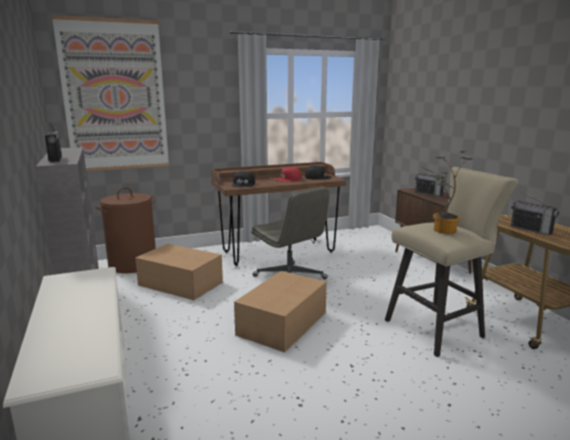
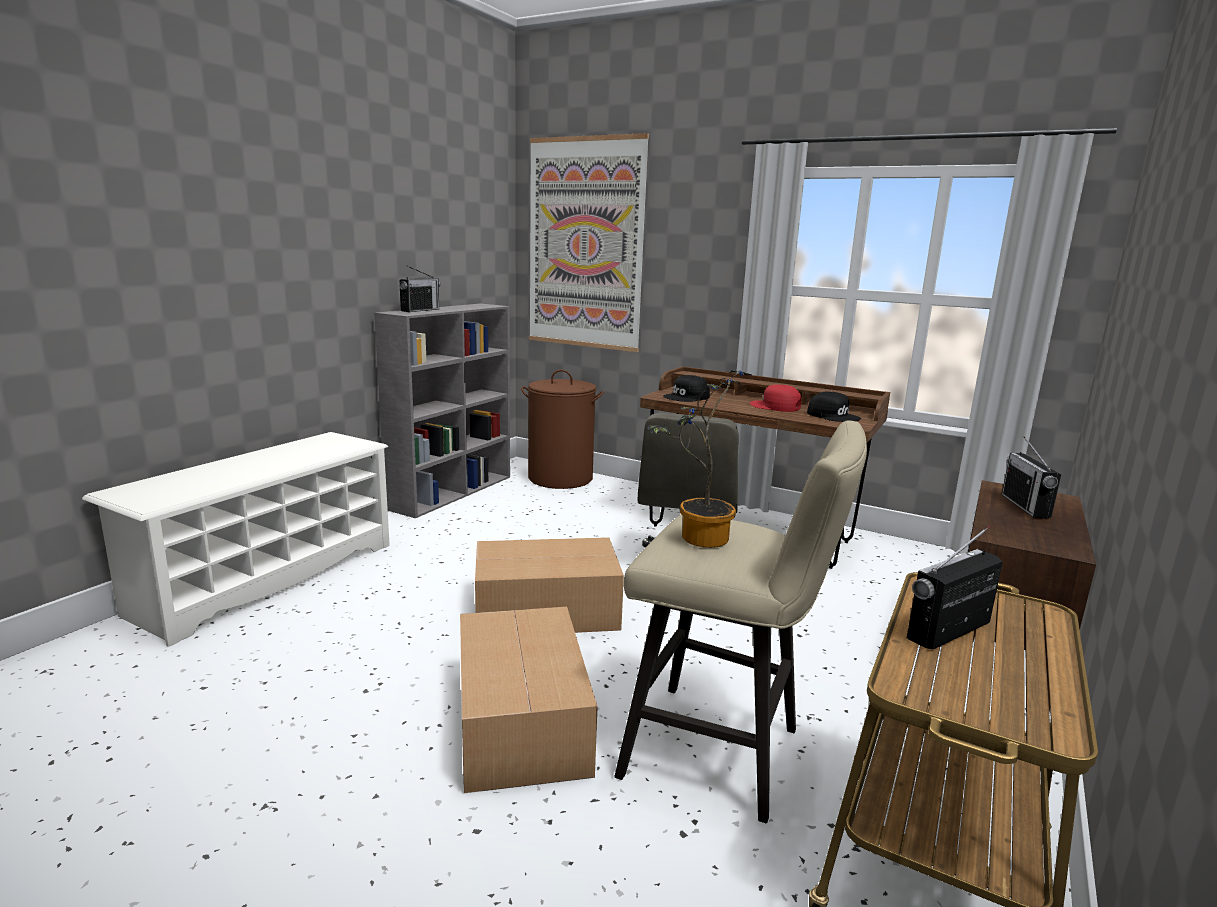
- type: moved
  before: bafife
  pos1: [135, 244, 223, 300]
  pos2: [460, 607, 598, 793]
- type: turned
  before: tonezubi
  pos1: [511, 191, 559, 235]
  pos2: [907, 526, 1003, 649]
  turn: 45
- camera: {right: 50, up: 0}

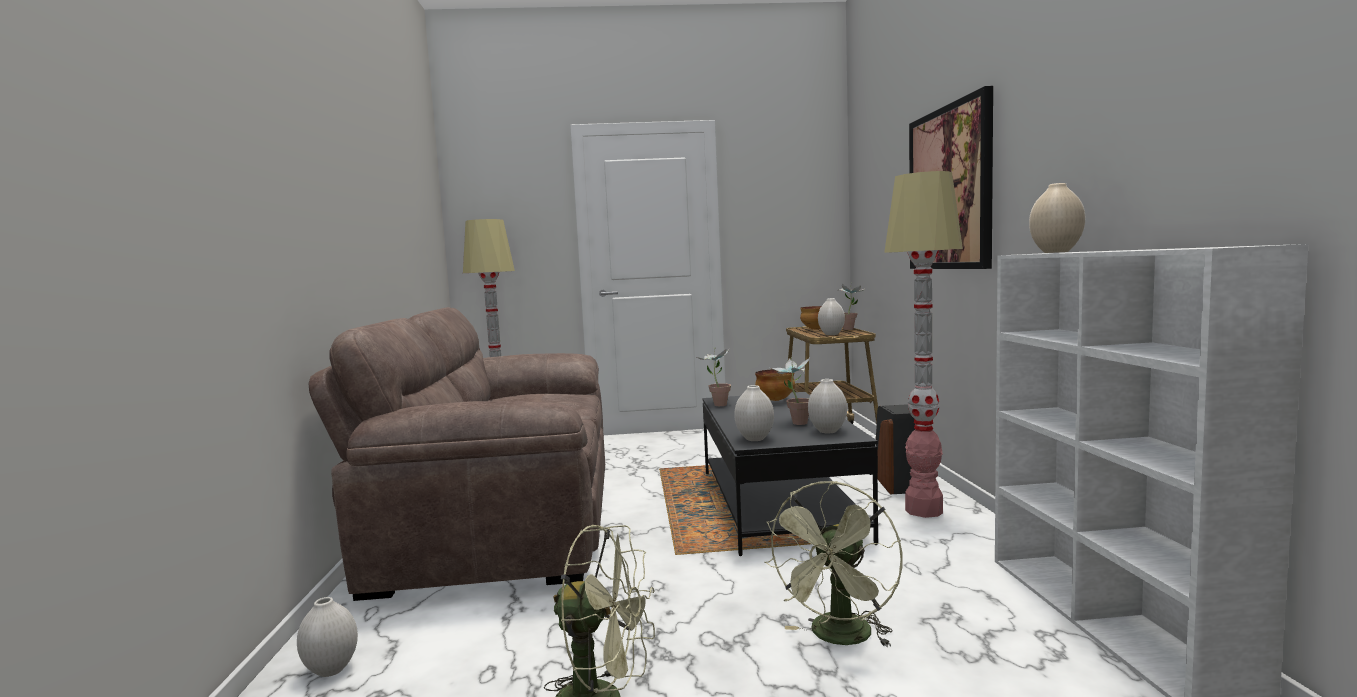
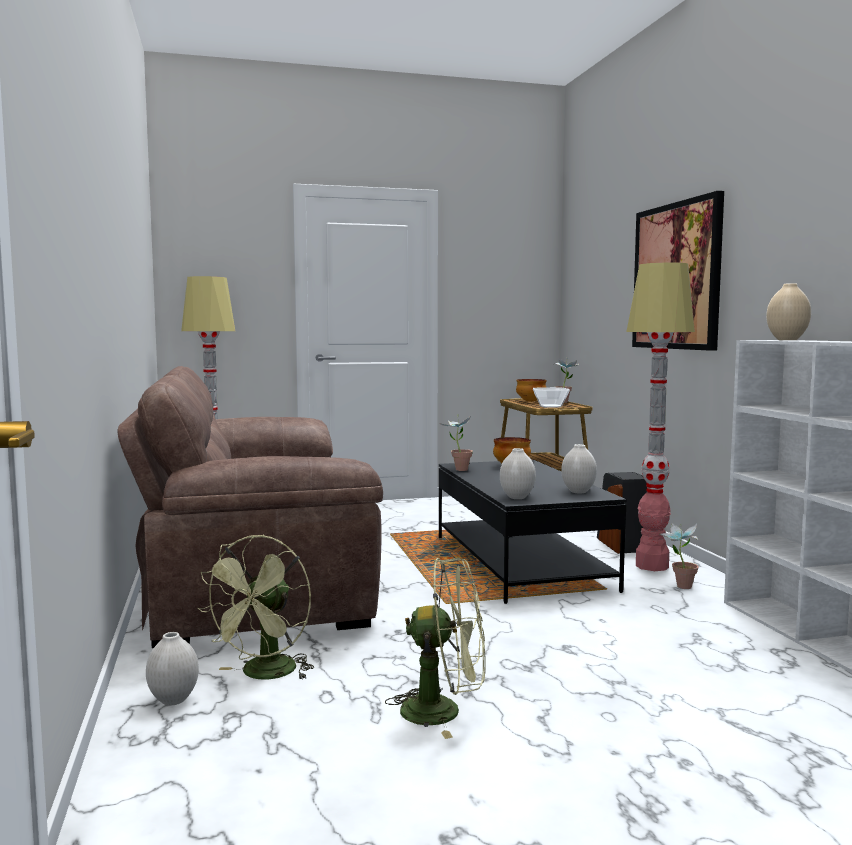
- type: moved
  before: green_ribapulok
  pos1: [764, 481, 903, 647]
  pos2: [197, 535, 314, 680]
- type: moved
  before: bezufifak
  pos1: [770, 357, 810, 425]
  pos2: [660, 523, 699, 589]
- type: replaced
  before: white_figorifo
  after: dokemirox
  pos1: [818, 298, 845, 335]
  pos2: [533, 387, 570, 408]
- camera: {right: -10, up: 0}

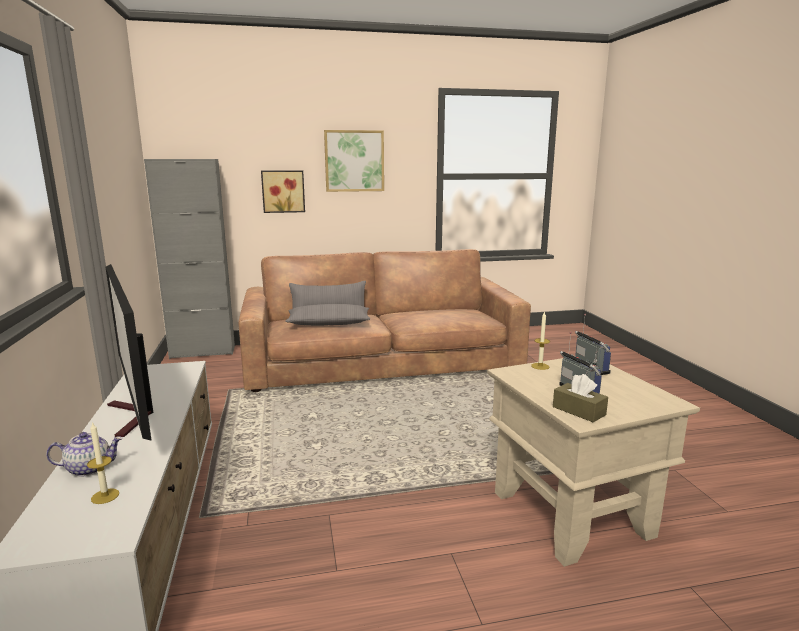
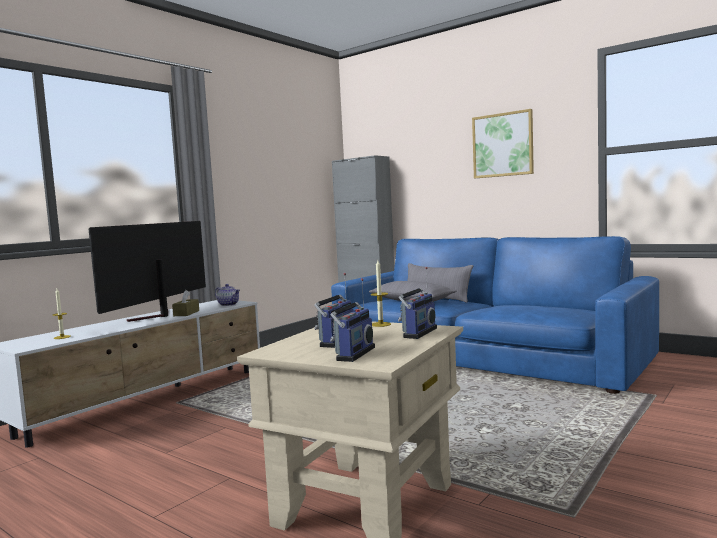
- type: removed
  before: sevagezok
  pos1: [261, 170, 305, 213]
- type: added
  after: tonezubi
  pos2: [330, 278, 375, 362]
- type: moved
  before: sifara
  pos1: [46, 432, 122, 477]
  pos2: [215, 284, 240, 306]
- type: moved
  before: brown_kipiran
  pos1: [553, 374, 608, 422]
  pos2: [172, 290, 199, 316]
- type: recoloured
  before: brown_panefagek
  after: blue_panefagek
  pos1: [238, 249, 531, 392]
  pos2: [331, 236, 659, 394]
- camera: {right: 50, up: -10}

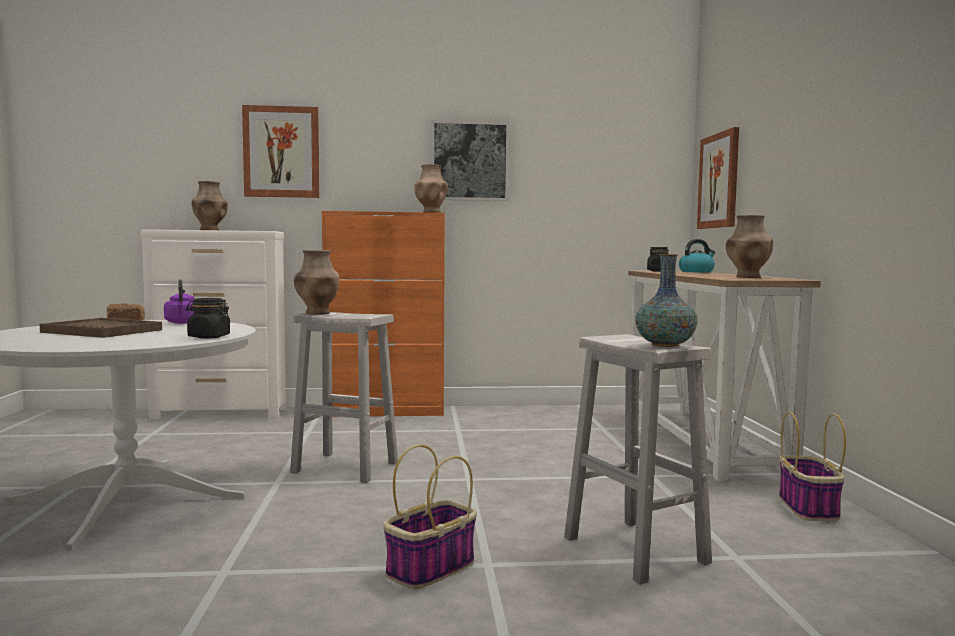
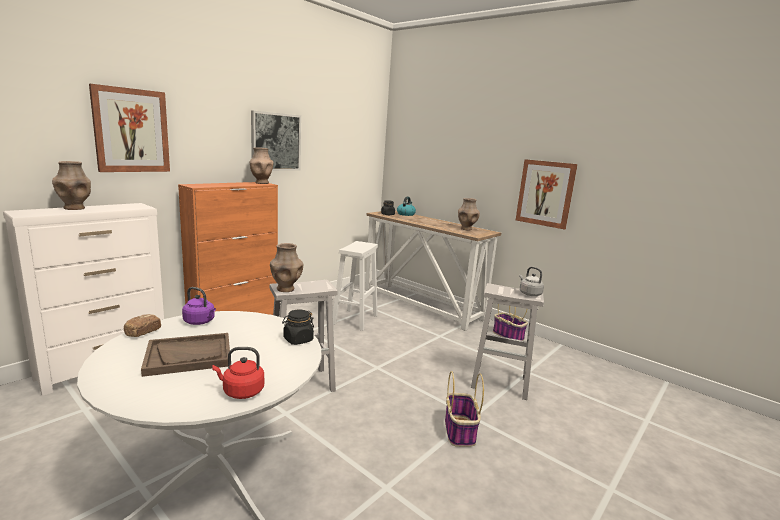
- type: added
  after: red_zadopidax
  pos2: [212, 347, 264, 399]
- type: added
  after: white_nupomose
  pos2: [333, 241, 378, 331]
- type: moved
  before: sevagezok
  pos1: [697, 127, 739, 229]
  pos2: [516, 159, 578, 229]
- type: replaced
  before: figorifo
  after: grey_zadopidax
  pos1: [635, 254, 698, 347]
  pos2: [519, 267, 544, 296]
- camera: {right: -45, up: 10}

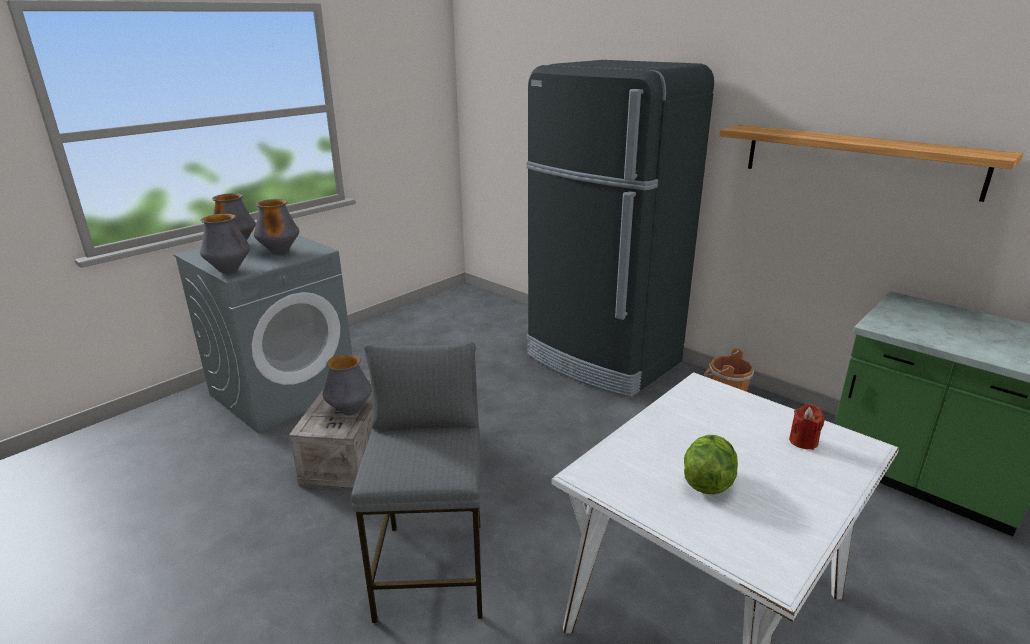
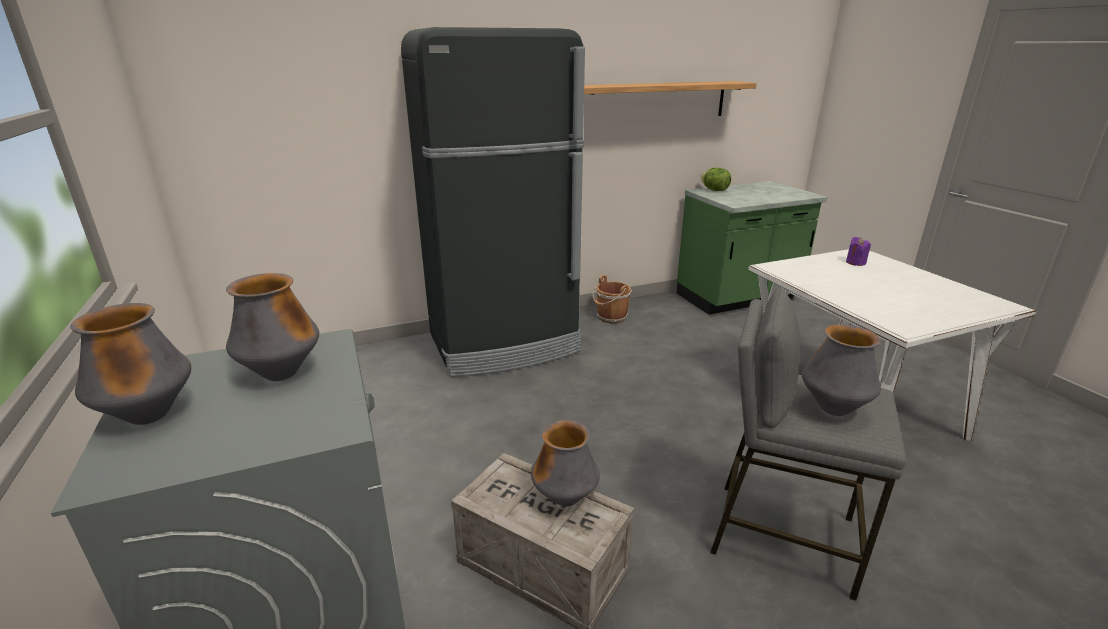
- type: moved
  before: figorifo
  pos1: [200, 214, 250, 274]
  pos2: [802, 324, 881, 416]
- type: moved
  before: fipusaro
  pos1: [684, 435, 738, 494]
  pos2: [701, 168, 731, 191]
- type: recoloured
  before: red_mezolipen
  after: purple_mezolipen
  pos1: [789, 404, 824, 450]
  pos2: [846, 237, 871, 266]
- camera: {right: -65, up: 0}

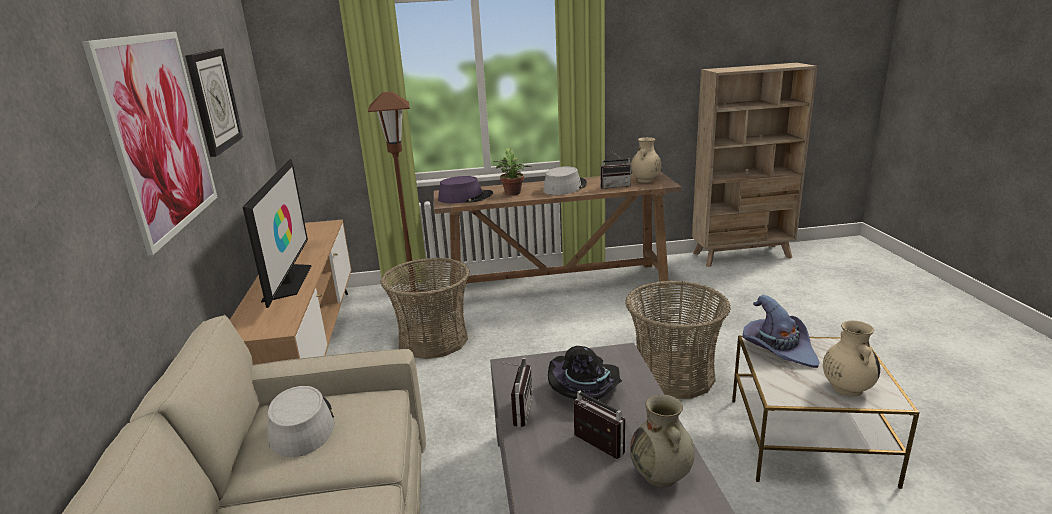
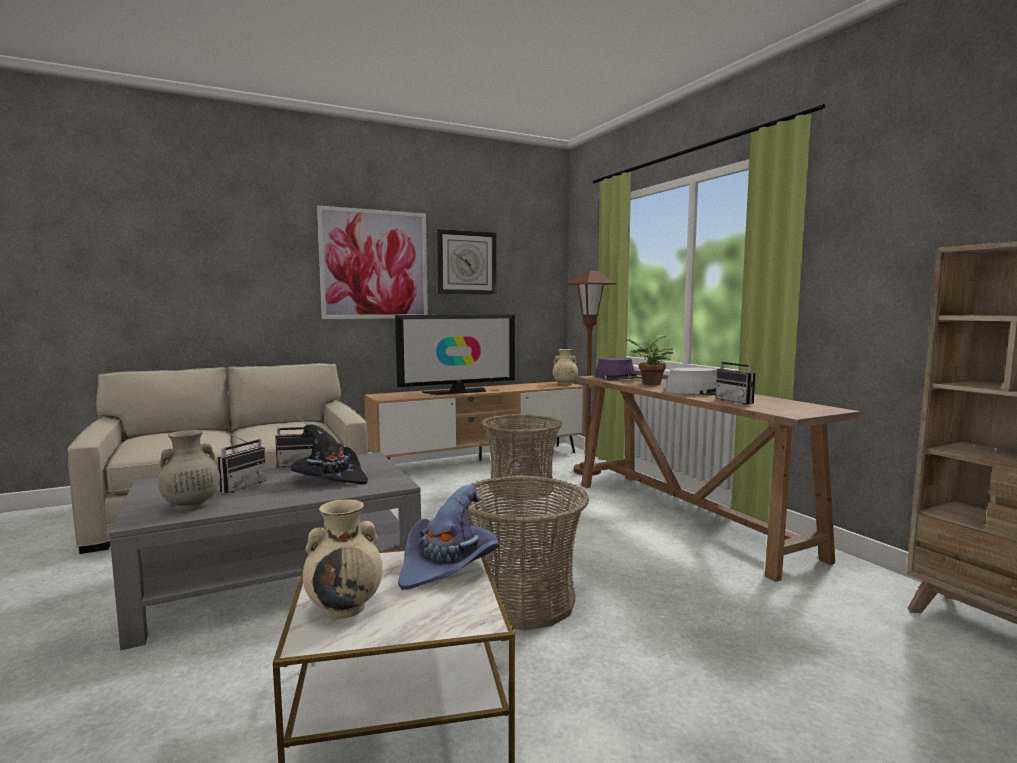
- type: removed
  before: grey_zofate
  pos1: [267, 386, 335, 457]
- type: moved
  before: beige_figorifo
  pos1: [631, 137, 662, 183]
  pos2: [553, 349, 578, 385]
- camera: {right: 70, up: -15}

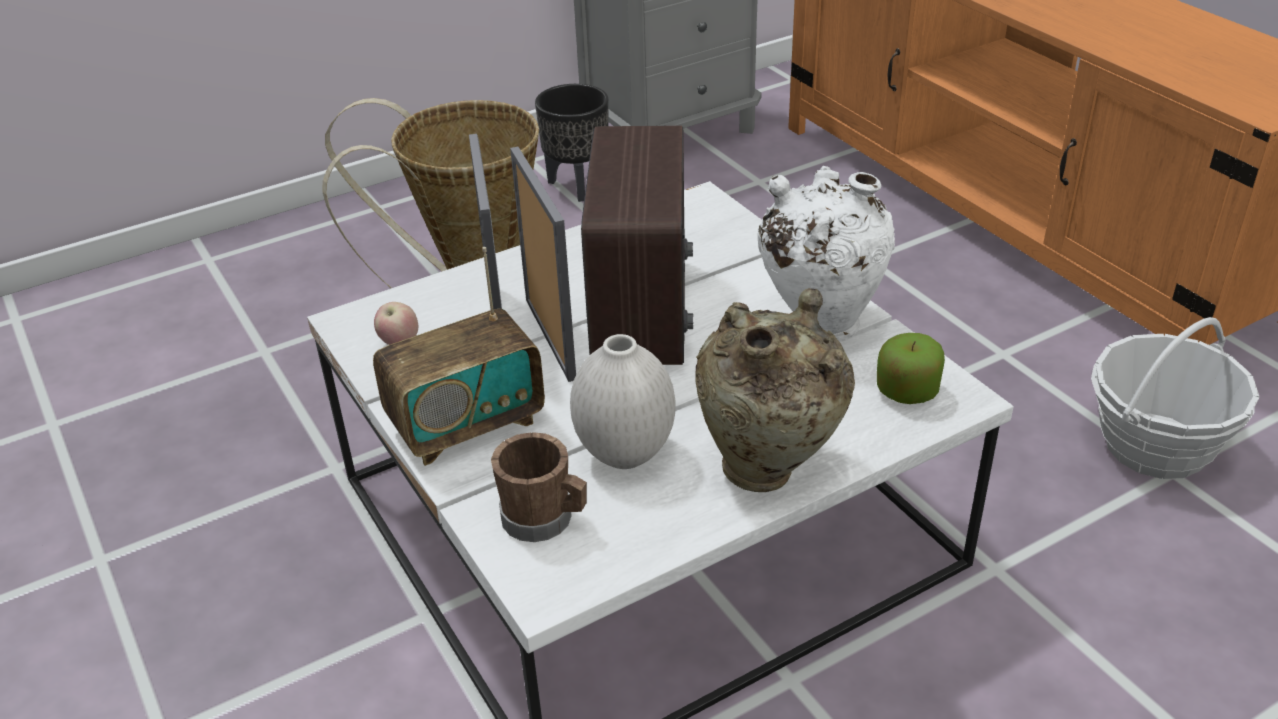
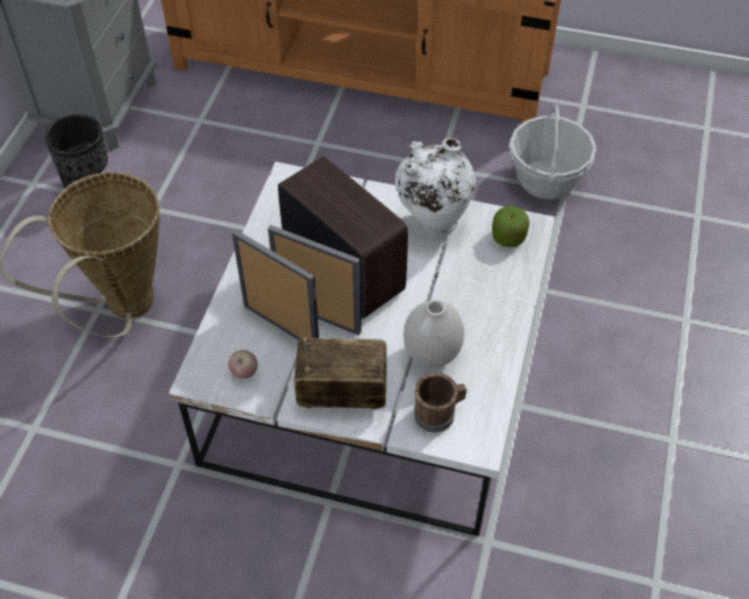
- type: removed
  before: beige_figorifo
  pos1: [695, 288, 855, 492]
- type: turned
  before: tonezubi
  pos1: [373, 247, 545, 466]
  pos2: [294, 338, 387, 409]
  turn: -105
- camera: {right: -45, up: 15}

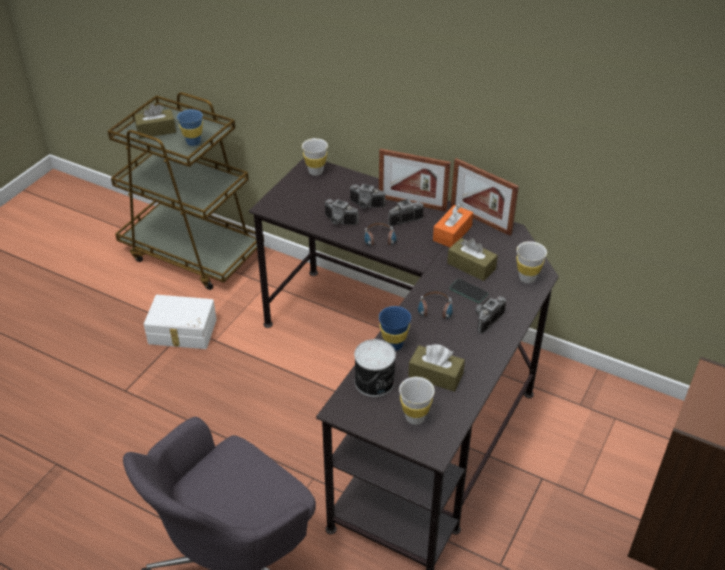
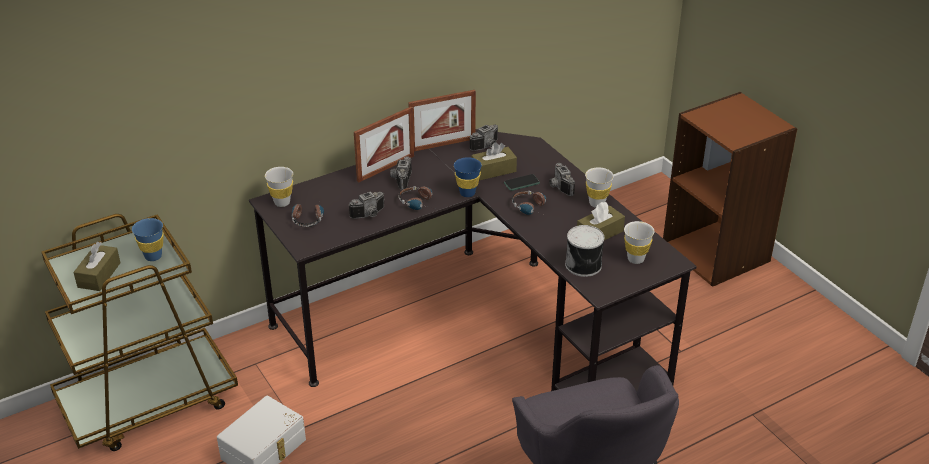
- type: removed
  before: orange_kipiran
  pos1: [433, 203, 473, 247]
- type: added
  after: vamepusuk
  pos2: [292, 202, 324, 227]
- type: moved
  before: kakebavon
  pos1: [349, 184, 386, 209]
  pos2: [470, 124, 498, 151]
- type: moved
  before: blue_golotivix
  pos1: [379, 306, 411, 351]
  pos2: [454, 157, 482, 197]
- type: moved
  before: white_golotivix
  pos1: [516, 241, 547, 284]
  pos2: [585, 167, 614, 208]
- camera: {right: -60, up: -5}

